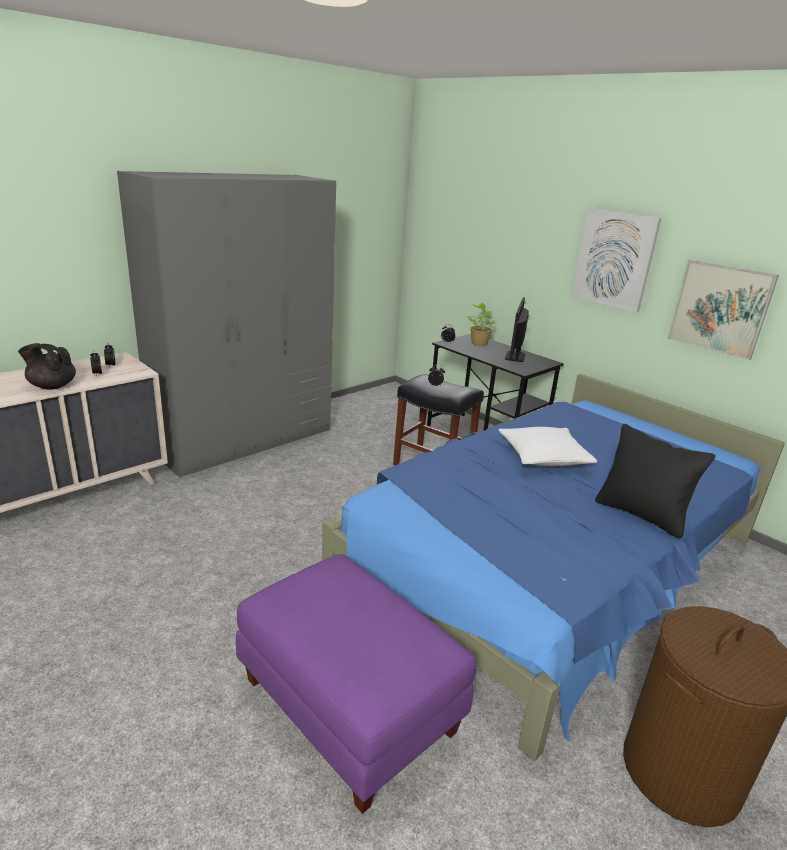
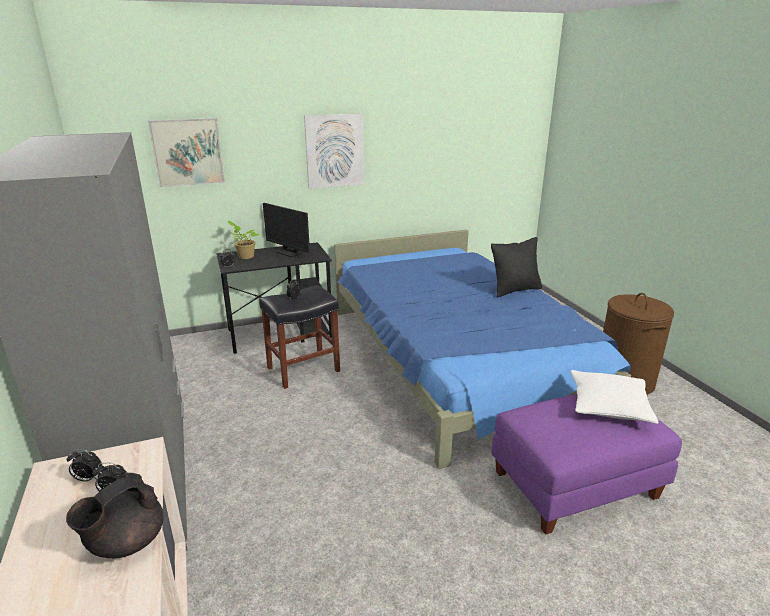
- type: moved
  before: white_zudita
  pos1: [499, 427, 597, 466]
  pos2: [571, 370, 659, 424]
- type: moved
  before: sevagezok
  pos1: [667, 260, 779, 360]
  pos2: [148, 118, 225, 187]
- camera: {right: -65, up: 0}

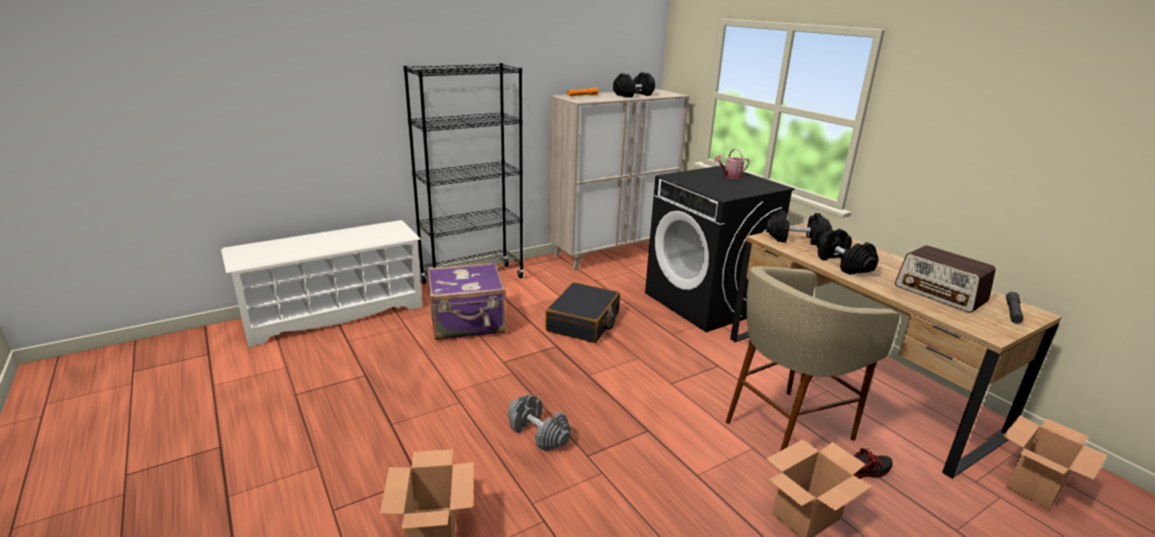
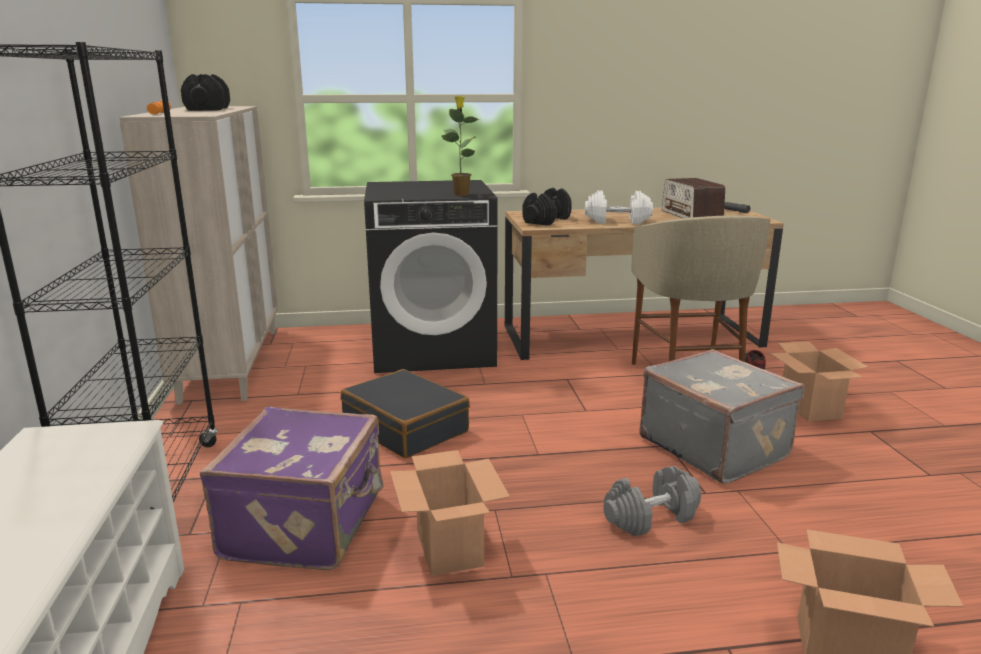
- type: removed
  before: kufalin
  pos1: [714, 148, 750, 179]
- type: added
  after: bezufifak
  pos2: [441, 96, 480, 196]
- type: added
  after: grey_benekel
  pos2: [639, 349, 805, 484]
- type: moved
  before: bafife
  pos1: [1003, 415, 1107, 510]
  pos2: [390, 450, 510, 576]
- type: recoloured
  before: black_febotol
  after: white_febotol
  pos1: [817, 229, 879, 275]
  pos2: [585, 190, 653, 224]
- type: turned
  before: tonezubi
  pos1: [895, 245, 996, 313]
  pos2: [662, 178, 725, 218]
  turn: 90
- camera: {right: -65, up: -5}

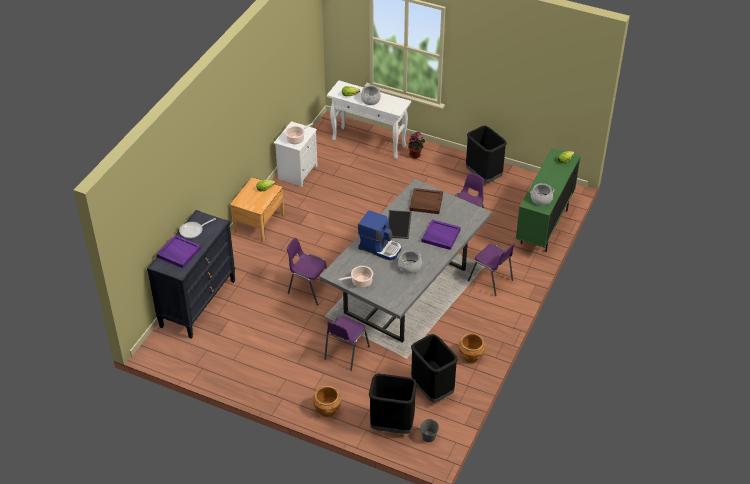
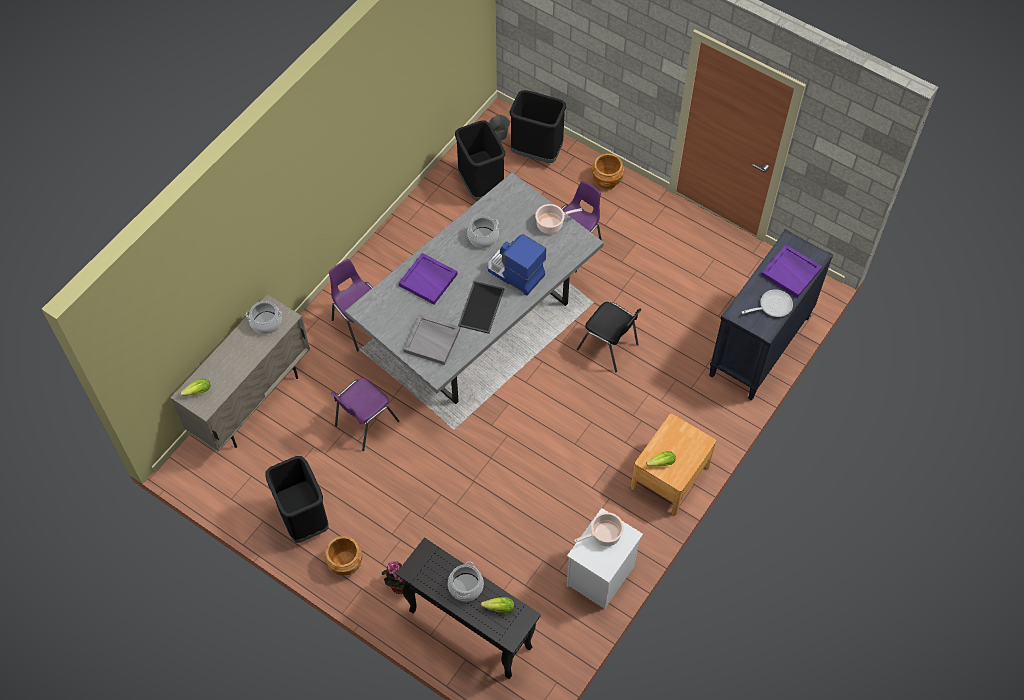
- type: moved
  before: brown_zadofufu
  pos1: [458, 333, 485, 363]
  pos2: [324, 536, 362, 575]
- type: recoloured
  before: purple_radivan
  after: black_radivan
  pos1: [287, 238, 327, 305]
  pos2: [577, 302, 642, 373]
- type: recoloured
  before: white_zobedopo
  after: black_zobedopo
  pos1: [327, 80, 411, 159]
  pos2: [396, 537, 541, 679]
- type: recoloured
  before: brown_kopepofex
  after: grey_kopepofex
  pos1: [409, 188, 443, 214]
  pos2: [404, 314, 460, 365]
- type: recoloured
  before: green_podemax
  after: beige_podemax
  pos1: [516, 148, 581, 252]
  pos2: [171, 294, 310, 452]
- camera: {right: -170, up: 15}

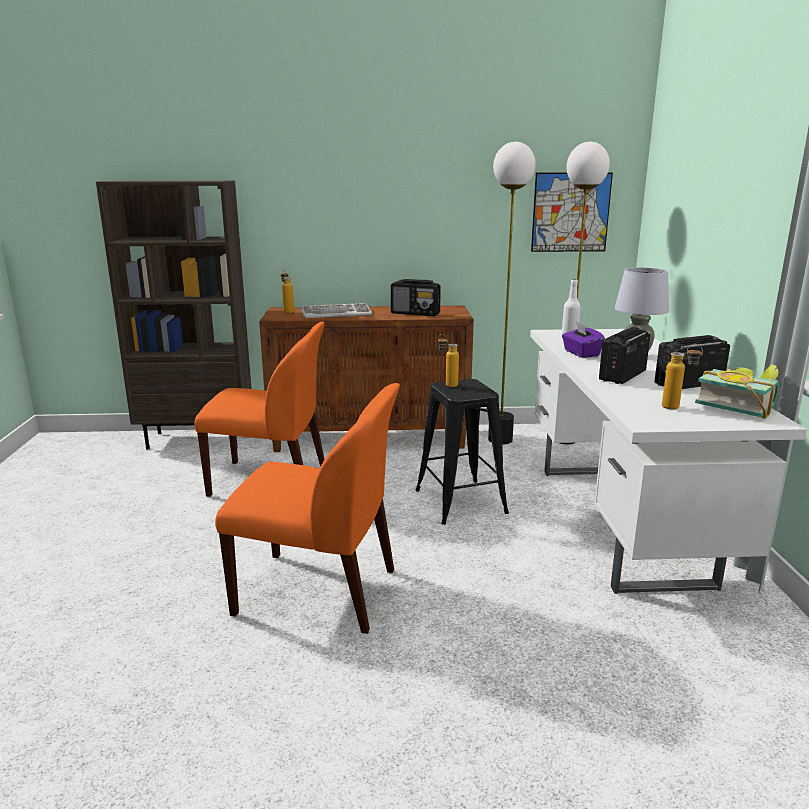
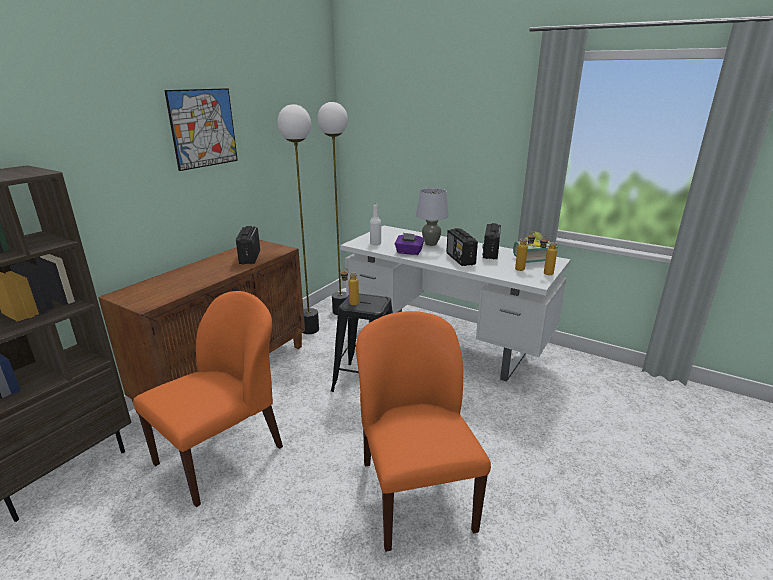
- type: removed
  before: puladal
  pos1: [301, 303, 373, 318]
- type: moved
  before: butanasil
  pos1: [281, 269, 294, 314]
  pos2: [540, 236, 557, 275]
- type: moved
  before: sevagezok
  pos1: [531, 173, 613, 252]
  pos2: [164, 88, 238, 171]
- type: turned
  before: orange_radivan
  pos1: [215, 383, 400, 634]
  pos2: [356, 311, 491, 552]
  turn: -60
- type: turned
  before: tonezubi
  pos1: [391, 279, 441, 316]
  pos2: [236, 226, 260, 265]
  turn: 120
- camera: {right: -55, up: 5}

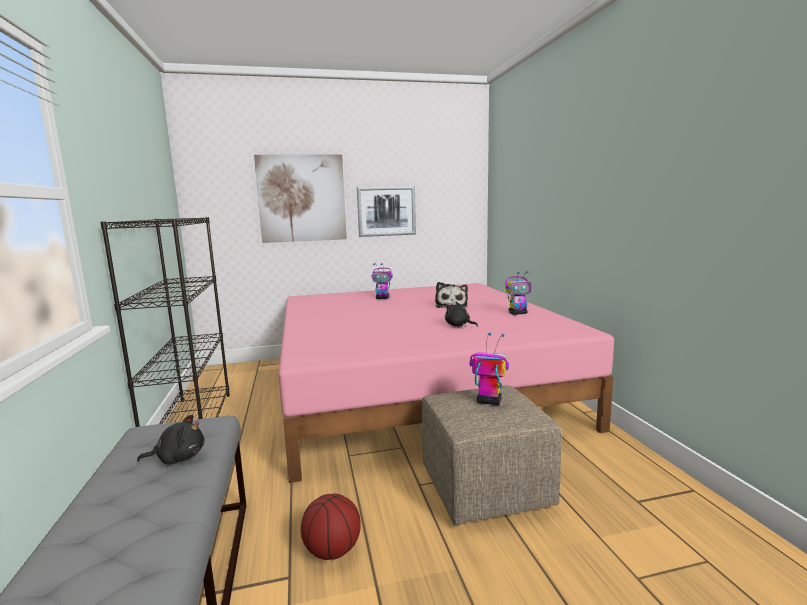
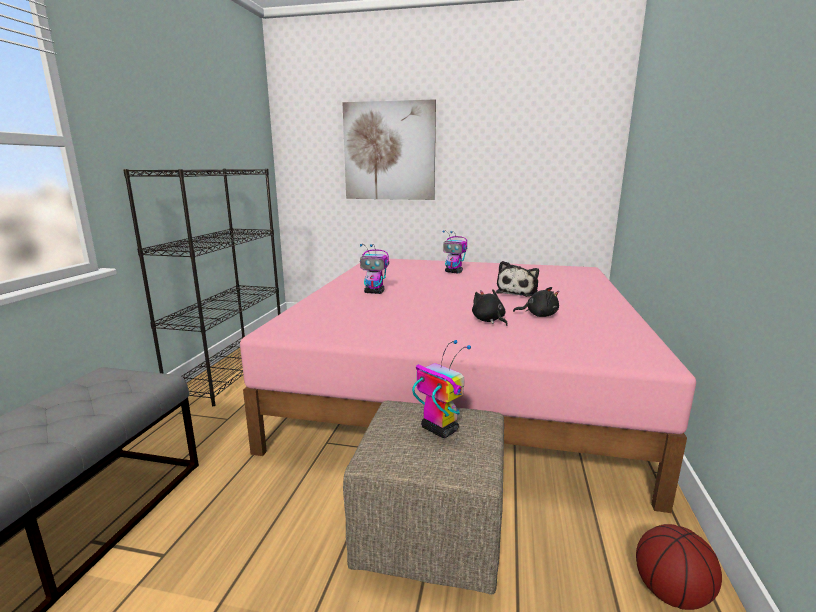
- type: removed
  before: sevagezok
  pos1: [357, 186, 416, 237]
- type: moved
  before: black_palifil
  pos1: [137, 414, 204, 465]
  pos2: [513, 287, 559, 317]
- type: moved
  before: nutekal
  pos1: [301, 493, 361, 560]
  pos2: [636, 524, 722, 610]
- type: moved
  before: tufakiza
  pos1: [506, 271, 531, 315]
  pos2: [360, 244, 389, 294]
- camera: {right: 25, up: 5}

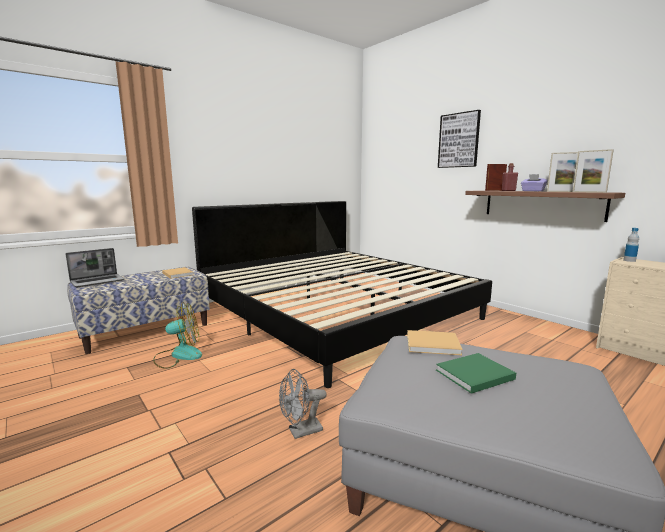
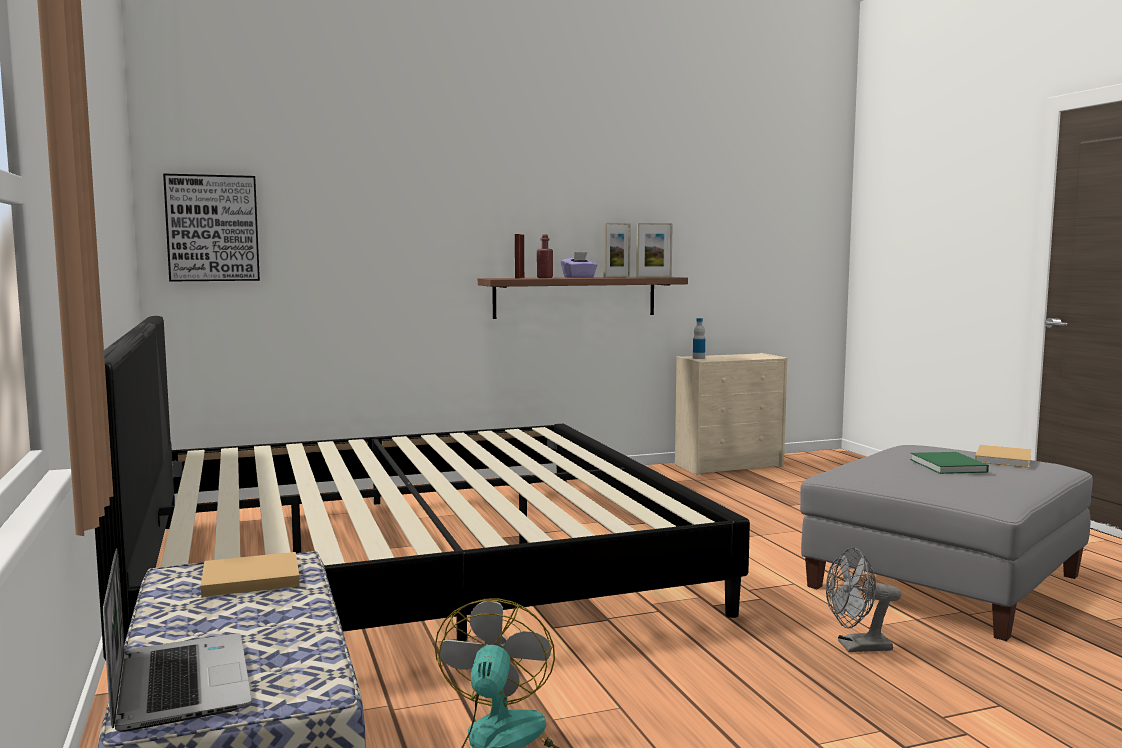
- type: moved
  before: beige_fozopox
  pos1: [407, 330, 463, 355]
  pos2: [975, 445, 1031, 468]
- type: moved
  before: sevagezok
  pos1: [438, 110, 481, 168]
  pos2: [163, 173, 260, 281]
- type: turned
  before: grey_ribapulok
  pos1: [279, 369, 327, 439]
  pos2: [826, 547, 901, 652]
  turn: 90
- camera: {right: -70, up: -5}

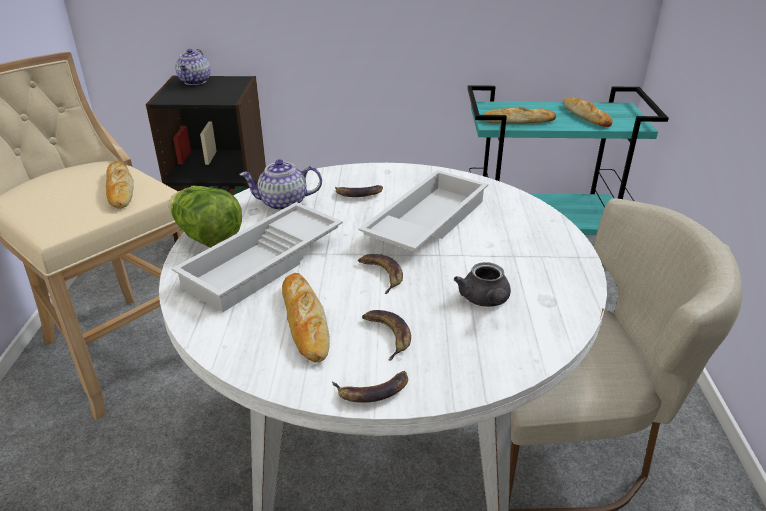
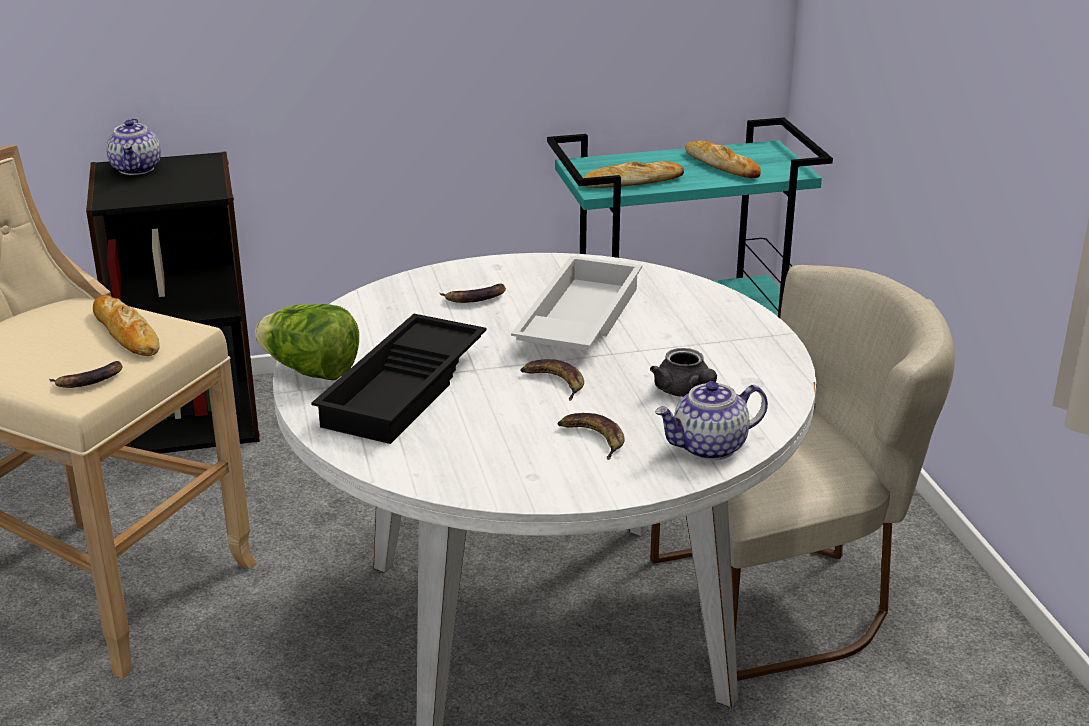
- type: removed
  before: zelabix
  pos1: [282, 273, 330, 362]
- type: moved
  before: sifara
  pos1: [239, 159, 322, 211]
  pos2: [654, 381, 768, 460]
- type: moved
  before: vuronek
  pos1: [332, 371, 408, 403]
  pos2: [49, 361, 123, 388]
- type: recoloured
  before: white_kopepofex
  after: black_kopepofex
  pos1: [171, 202, 343, 312]
  pos2: [311, 314, 486, 444]
- camera: {right: -15, up: -5}

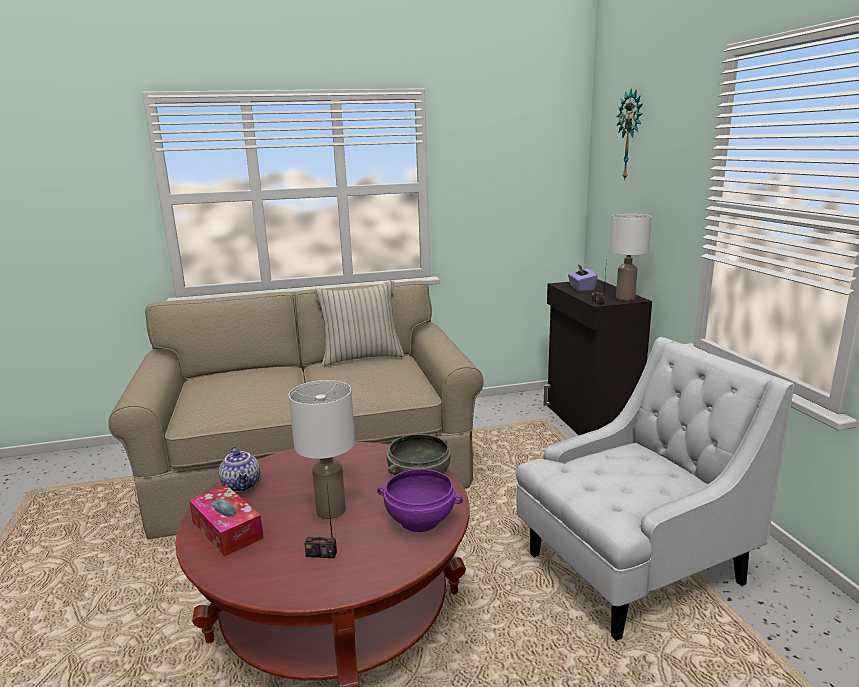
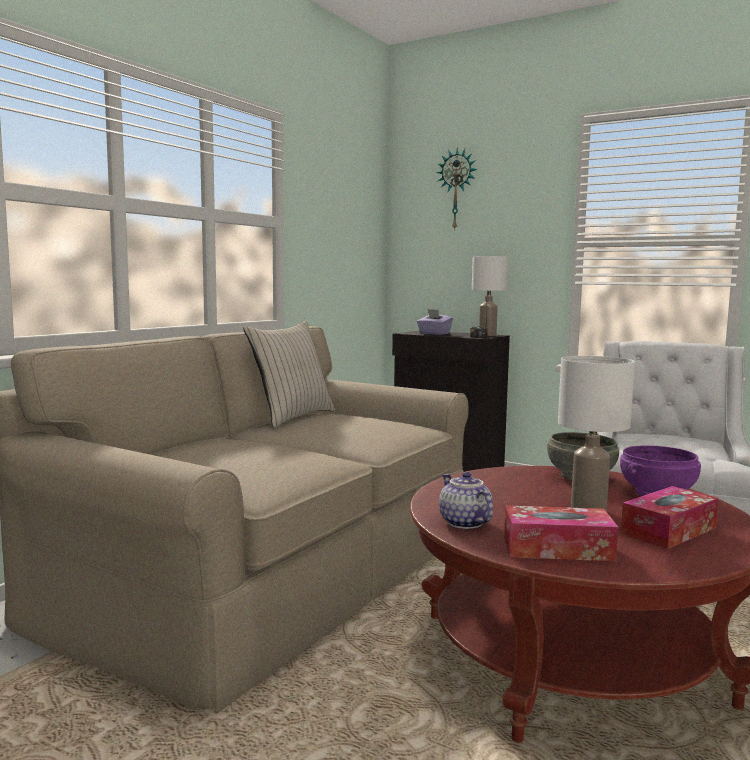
- type: replaced
  before: tonezubi
  after: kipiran
  pos1: [304, 487, 337, 558]
  pos2: [621, 486, 718, 549]
- type: turned
  before: sifara
  pos1: [219, 447, 260, 492]
  pos2: [439, 472, 493, 529]
  turn: -135
- camera: {right: -45, up: -10}

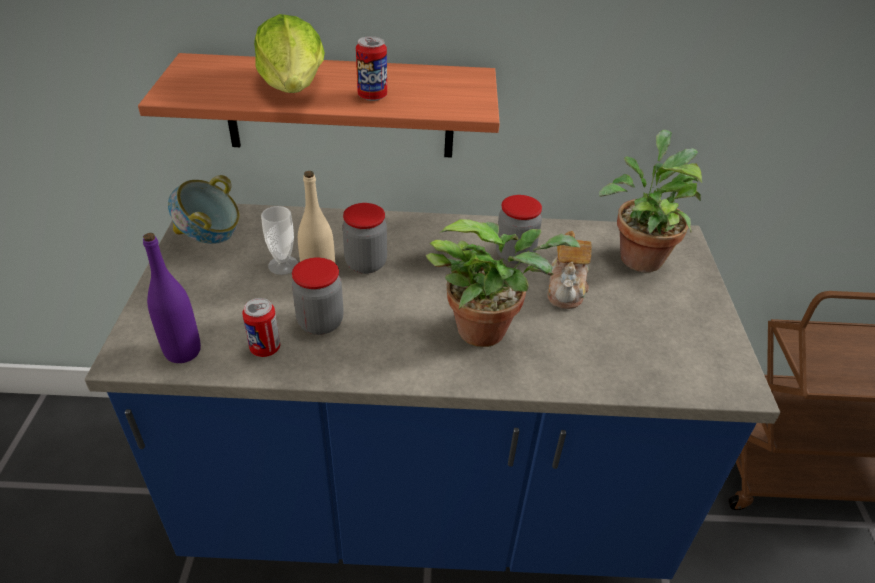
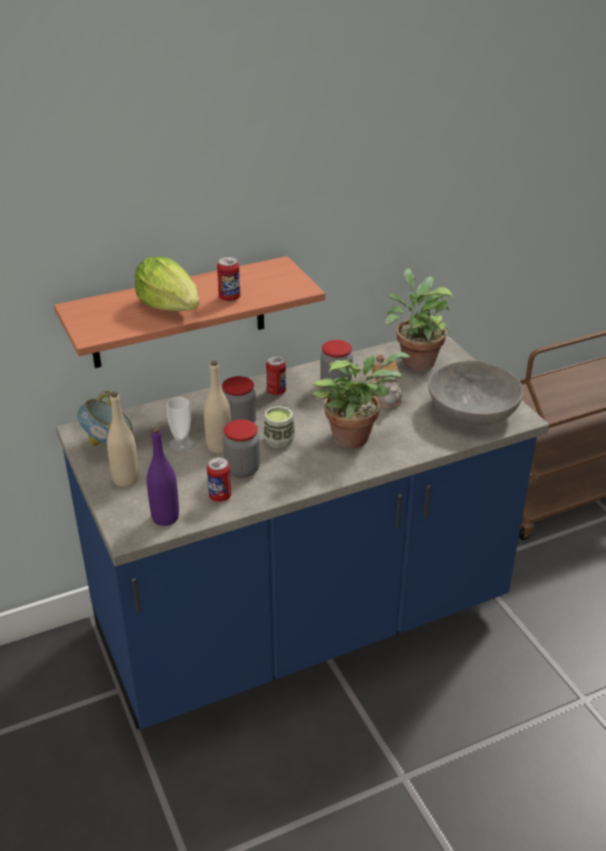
- type: added
  after: beige_butanasil
  pos2: [107, 392, 139, 487]
- type: added
  after: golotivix
  pos2: [263, 406, 295, 449]
- type: added
  after: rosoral
  pos2: [266, 356, 286, 395]
- type: added
  after: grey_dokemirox
  pos2: [428, 360, 523, 425]
- camera: {right: -25, up: -5}

